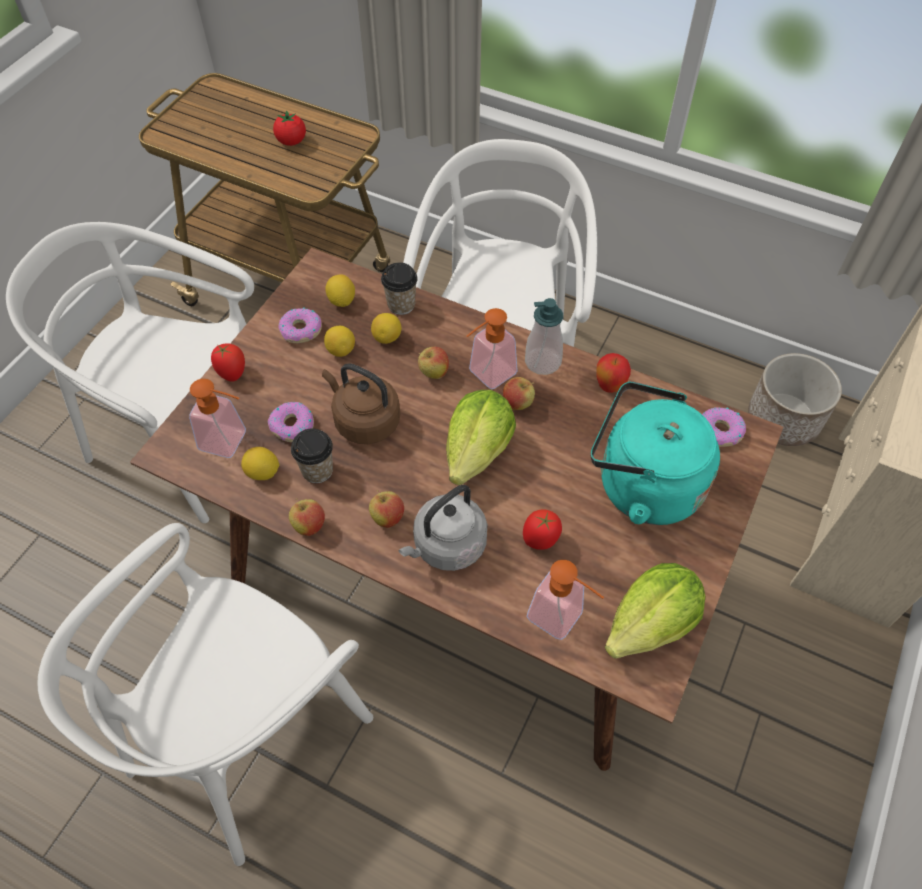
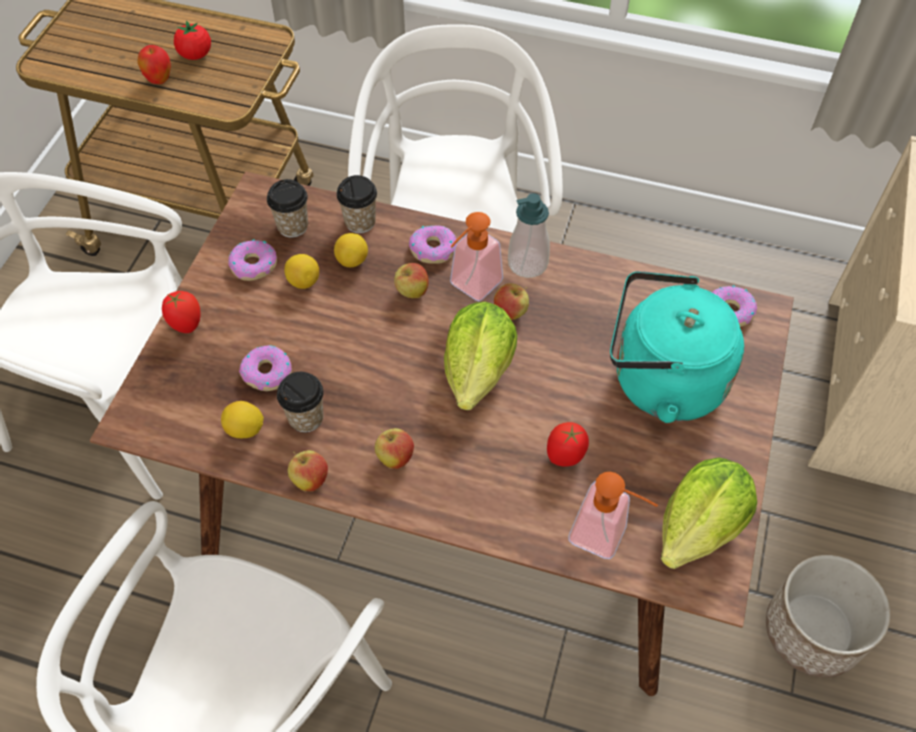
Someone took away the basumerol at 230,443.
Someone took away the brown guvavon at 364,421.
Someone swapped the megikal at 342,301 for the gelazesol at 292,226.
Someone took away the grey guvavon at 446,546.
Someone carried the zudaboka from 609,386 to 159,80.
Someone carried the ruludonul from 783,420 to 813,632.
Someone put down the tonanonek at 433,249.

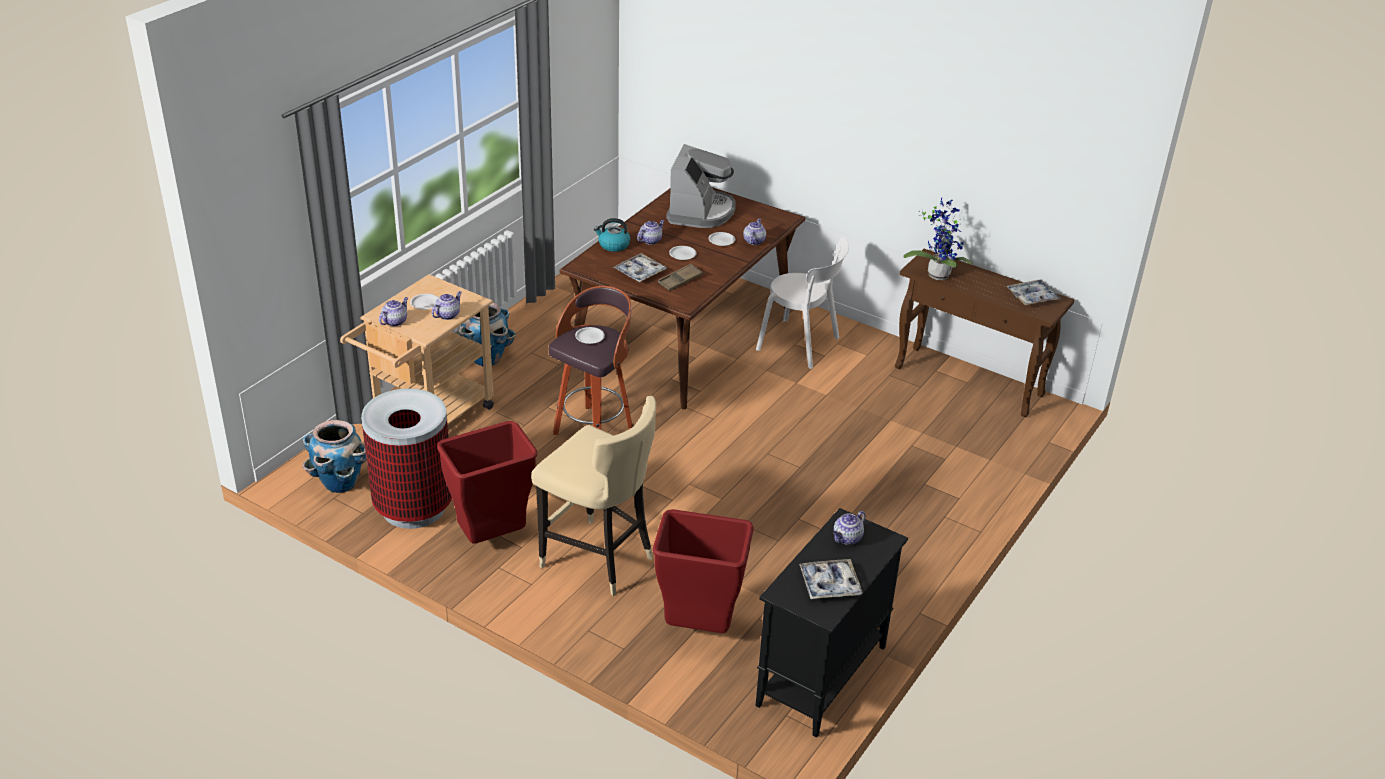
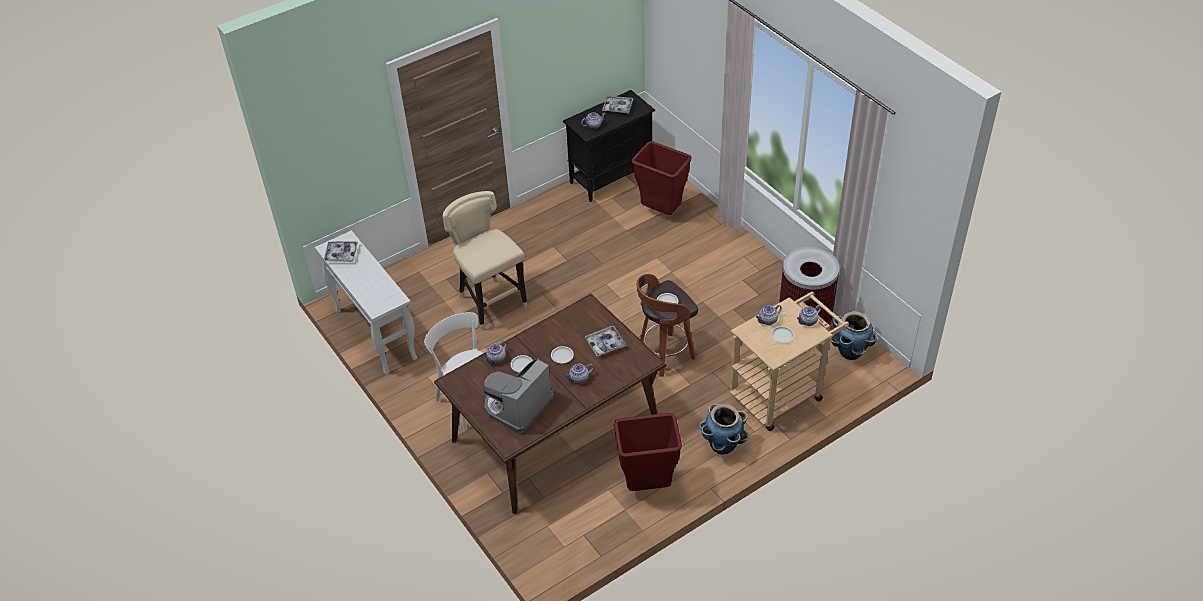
Someone carried the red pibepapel from 493,538 to 647,486.
Someone carried the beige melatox from 598,560 to 491,303.
Someone took away the guvavon at 613,245.
Someone took away the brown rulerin at 680,280.
Someone repainted the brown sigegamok at 970,381, which became the white sigegamok at 375,334.
Someone took away the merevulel at 938,273.

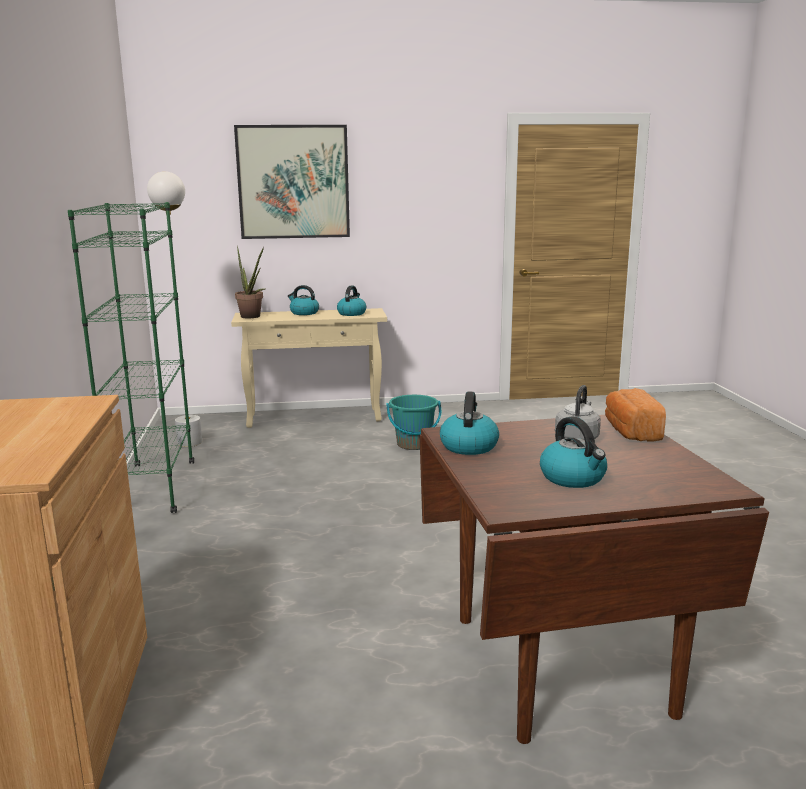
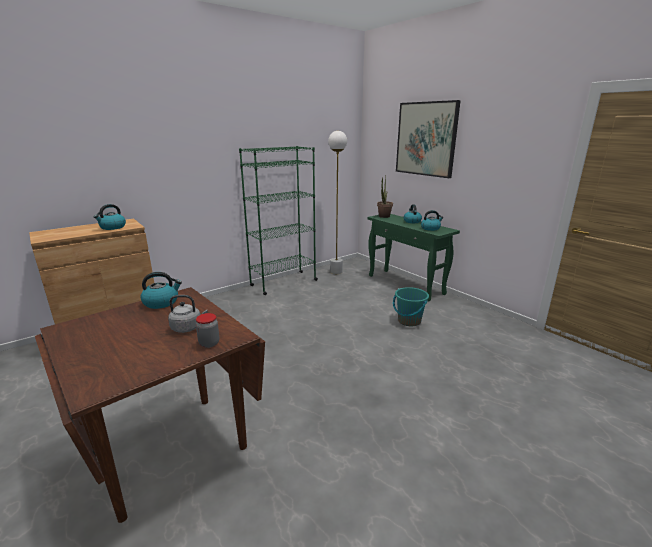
Someone repainted the beige sigegamok at 315,417, which became the green sigegamok at 406,285.
Someone carried the guvavon from 573,478 to 112,227.
Someone swapped the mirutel at 630,432 for the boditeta at 209,343.

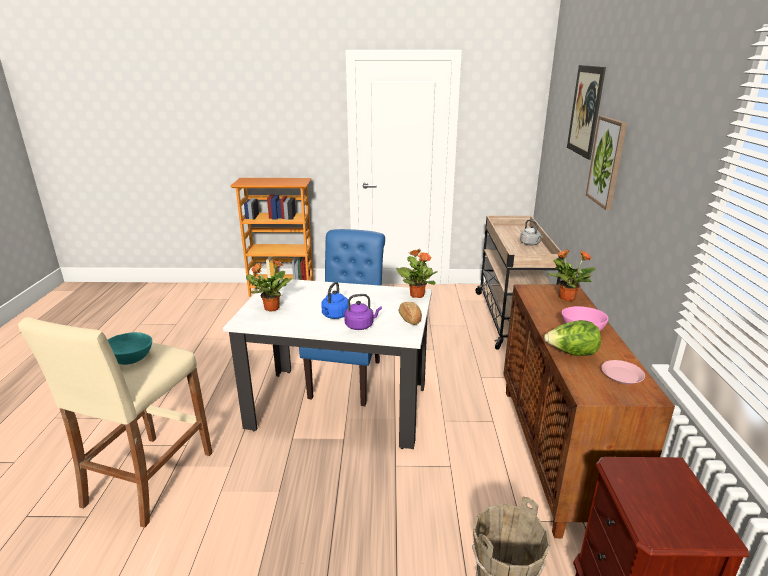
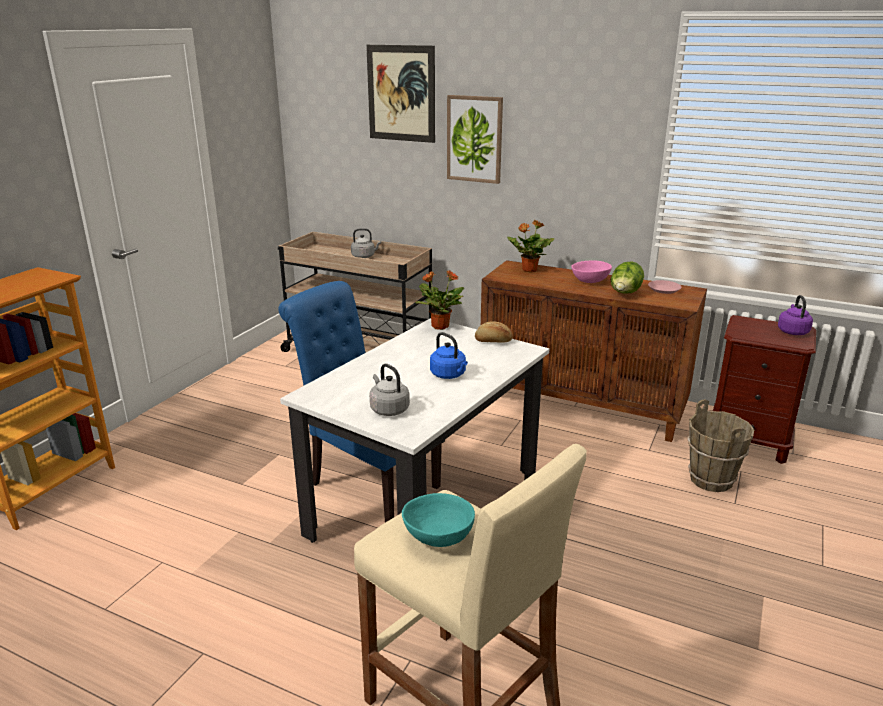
Someone swapped the merevulel at 271,308 for the grey guvavon at 388,409.
Someone carried the purple guvavon from 361,325 to 792,331.

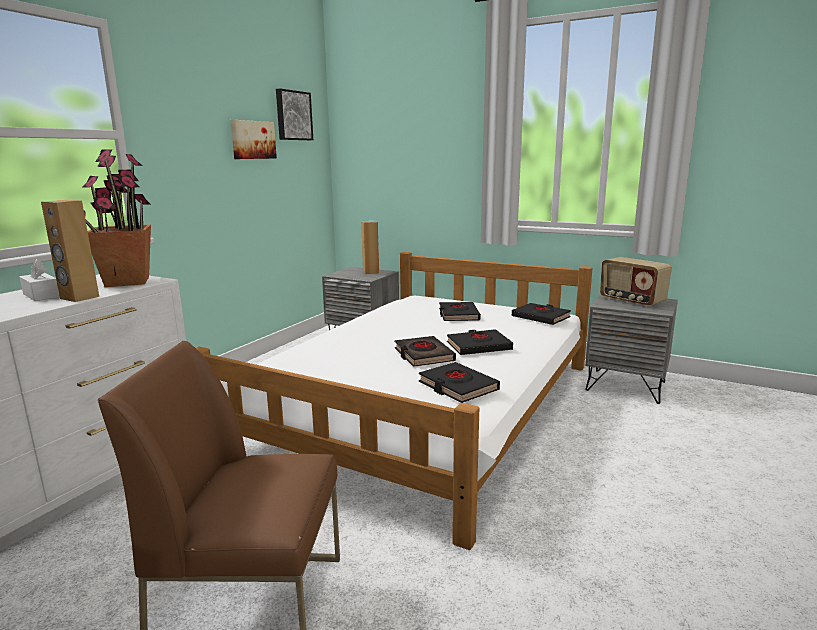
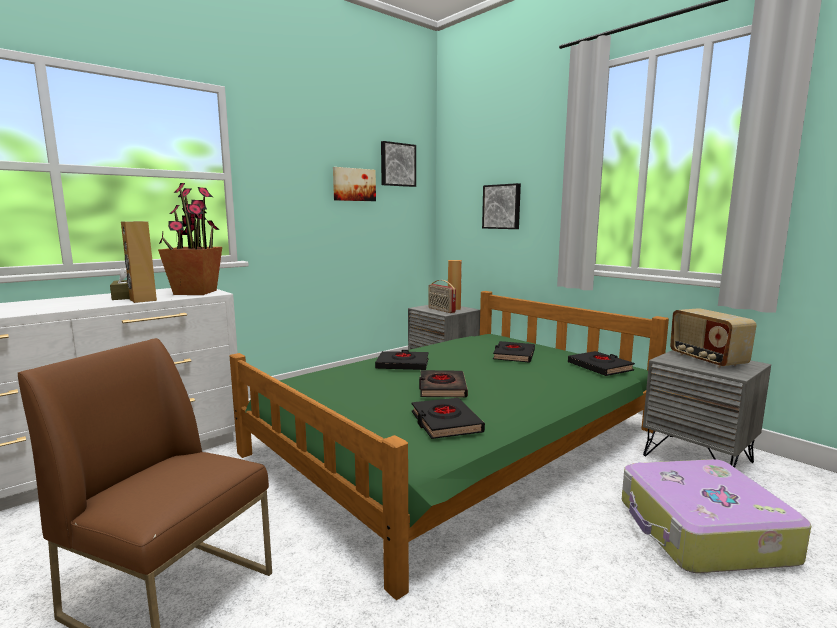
Someone repainted the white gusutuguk at 41,295, which became the brown gusutuguk at 124,297.
Someone repainted the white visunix at 425,406, which became the green visunix at 457,442.
Someone carried the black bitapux from 478,346 to 403,364.
Someone put down the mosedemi at 441,310.
Someone put up the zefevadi at 502,206.
Someone put down the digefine at 702,532.

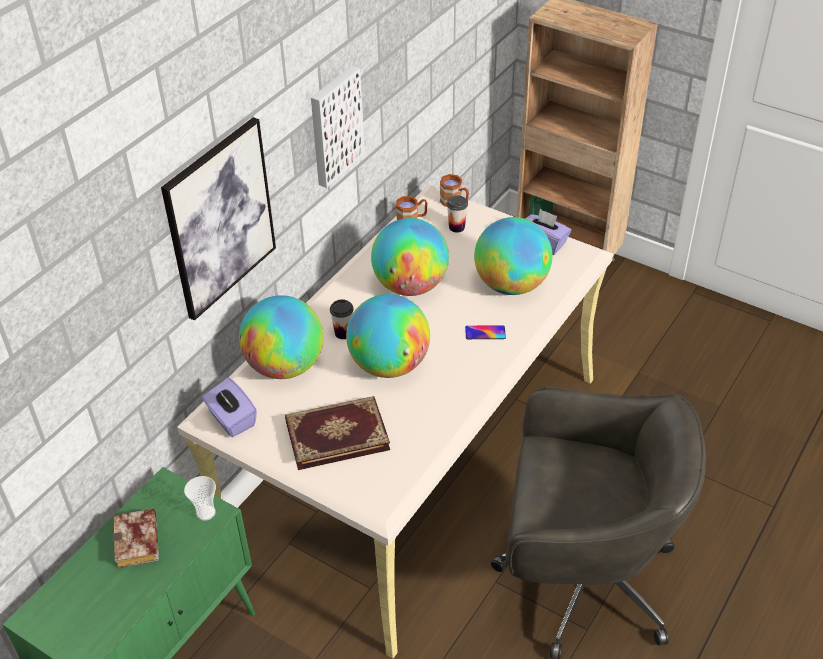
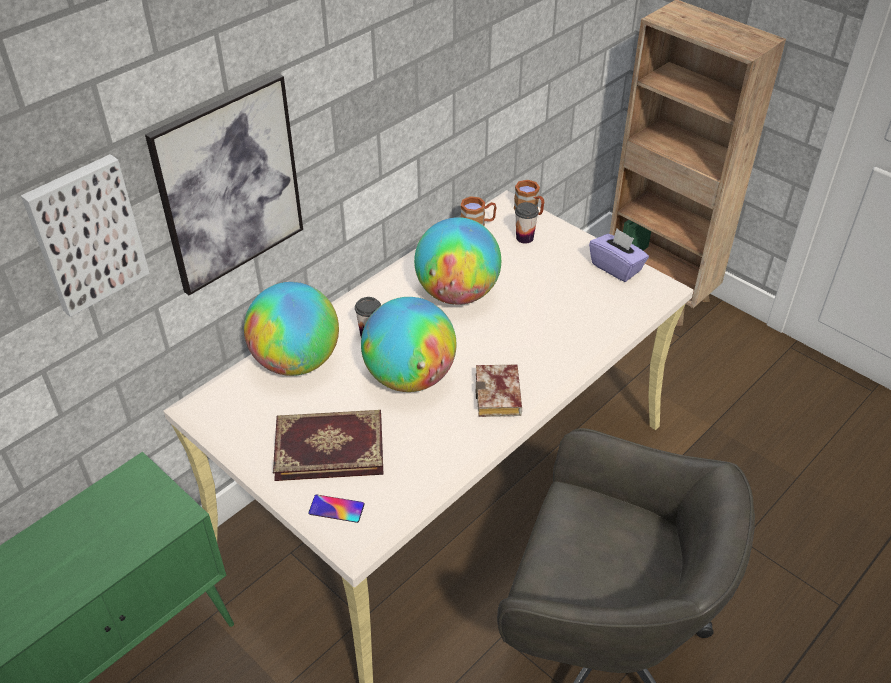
Someone carried the bitapux from 139,543 to 500,397.
Someone took away the gelazesol at 206,513.
Someone took away the purple gusutuguk at 231,419.
Someone carried the zefevadi from 334,125 to 85,234.
Someone carried the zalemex from 485,333 to 336,509.
Someone took away the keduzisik at 511,285.

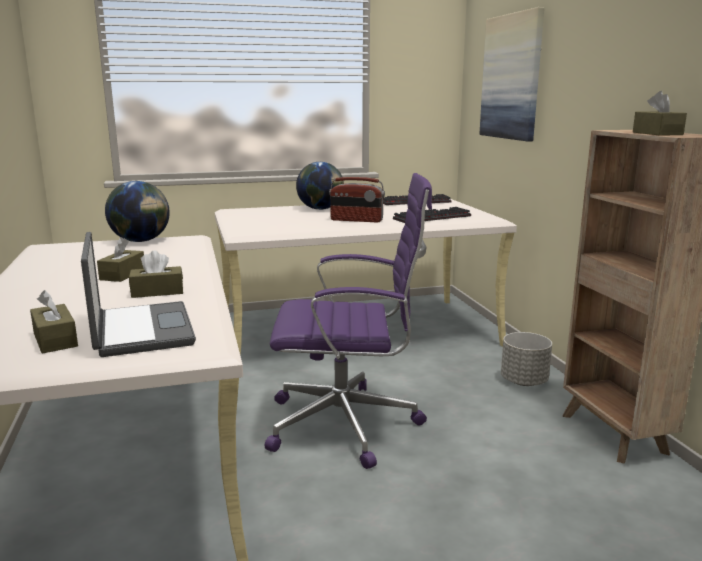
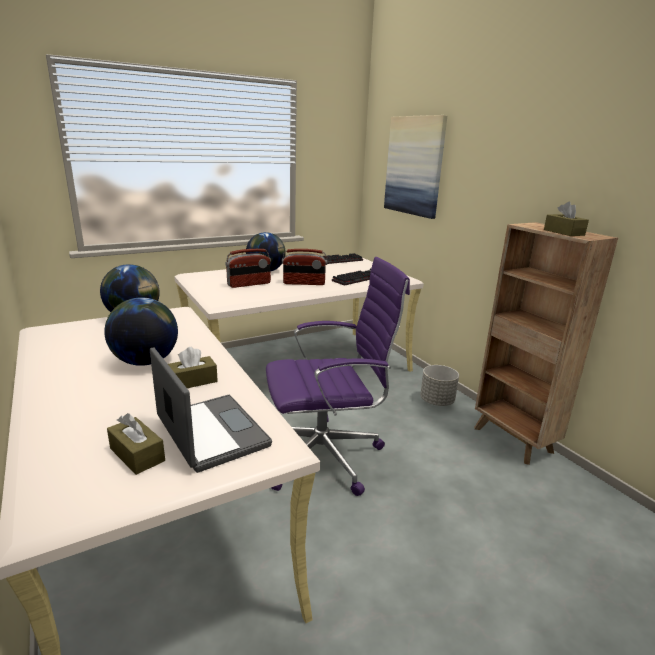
Someone swapped the brown gusutuguk at 123,274 for the keduzisik at 145,361.
Someone put down the mosedemi at 249,284.

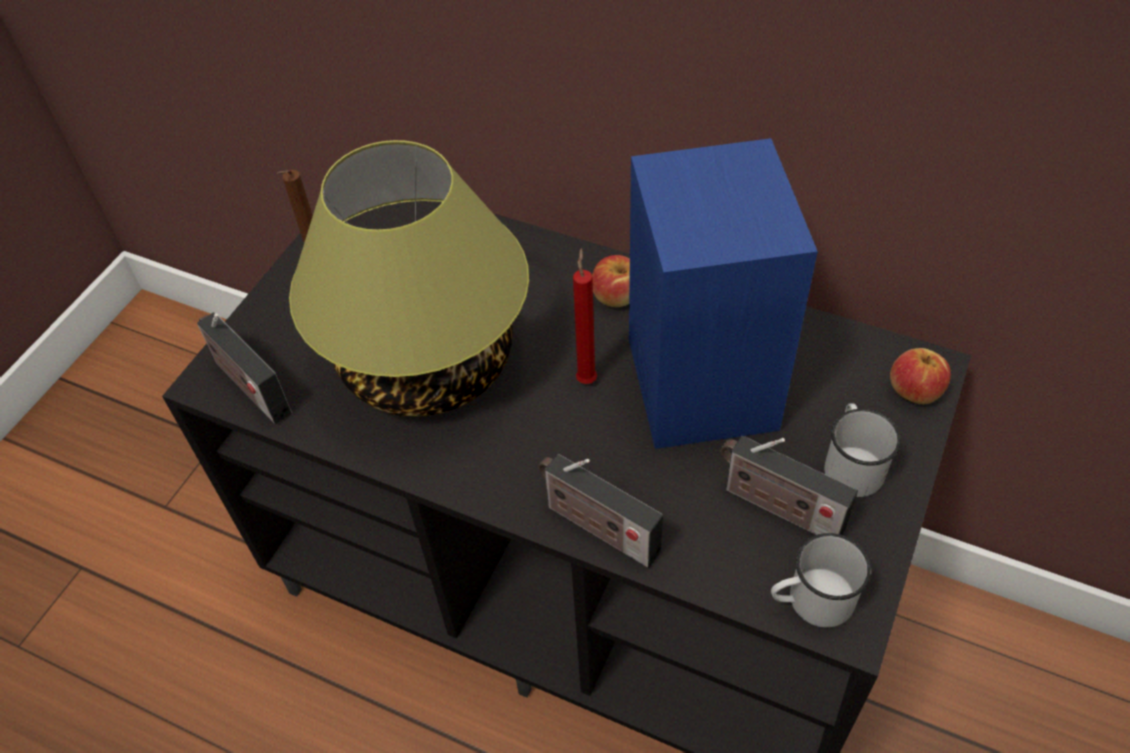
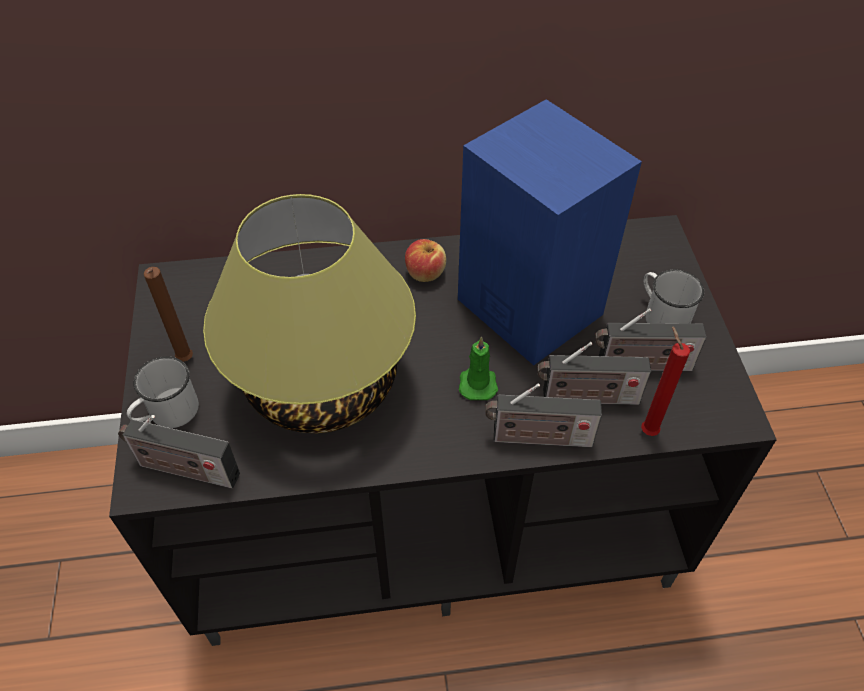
Someone carried the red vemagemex from 586,378 to 647,429.
Someone carried the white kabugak from 811,601 to 167,413.
Someone took away the zudaboka at 914,390.
Someone put down the green vemagemex at 477,383.
Someone put down the mosedemi at 585,398.

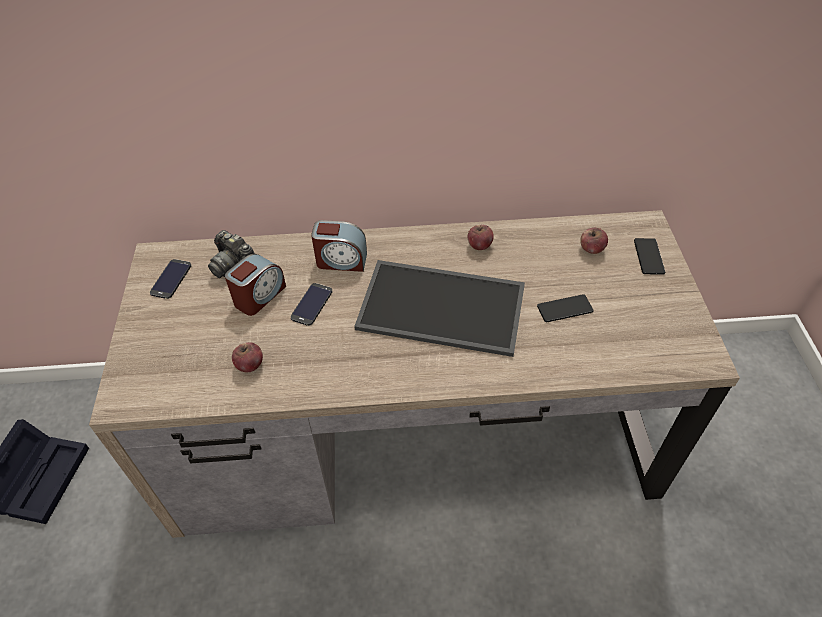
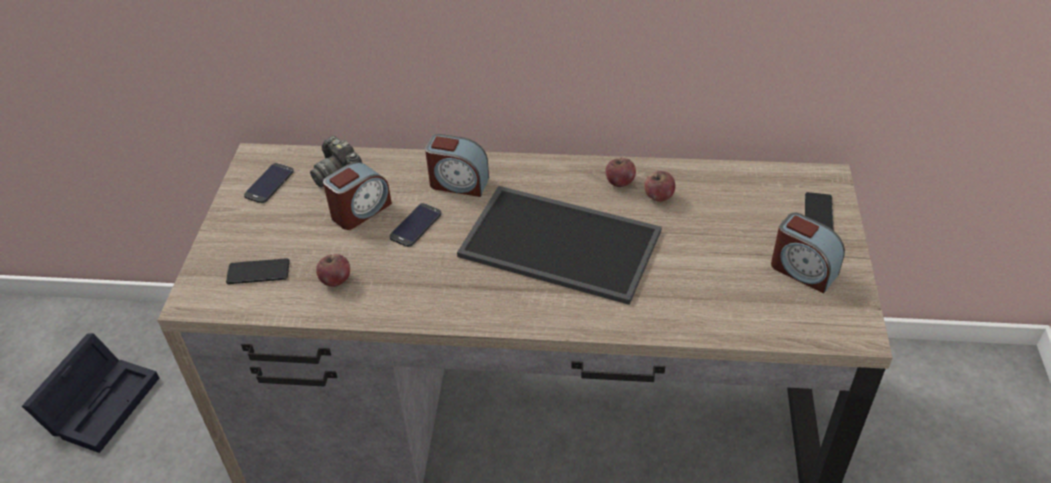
Someone carried the zalemex from 564,309 to 258,272.
Someone carried the zudaboka from 591,249 to 658,196.
Someone put down the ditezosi at 803,270.

